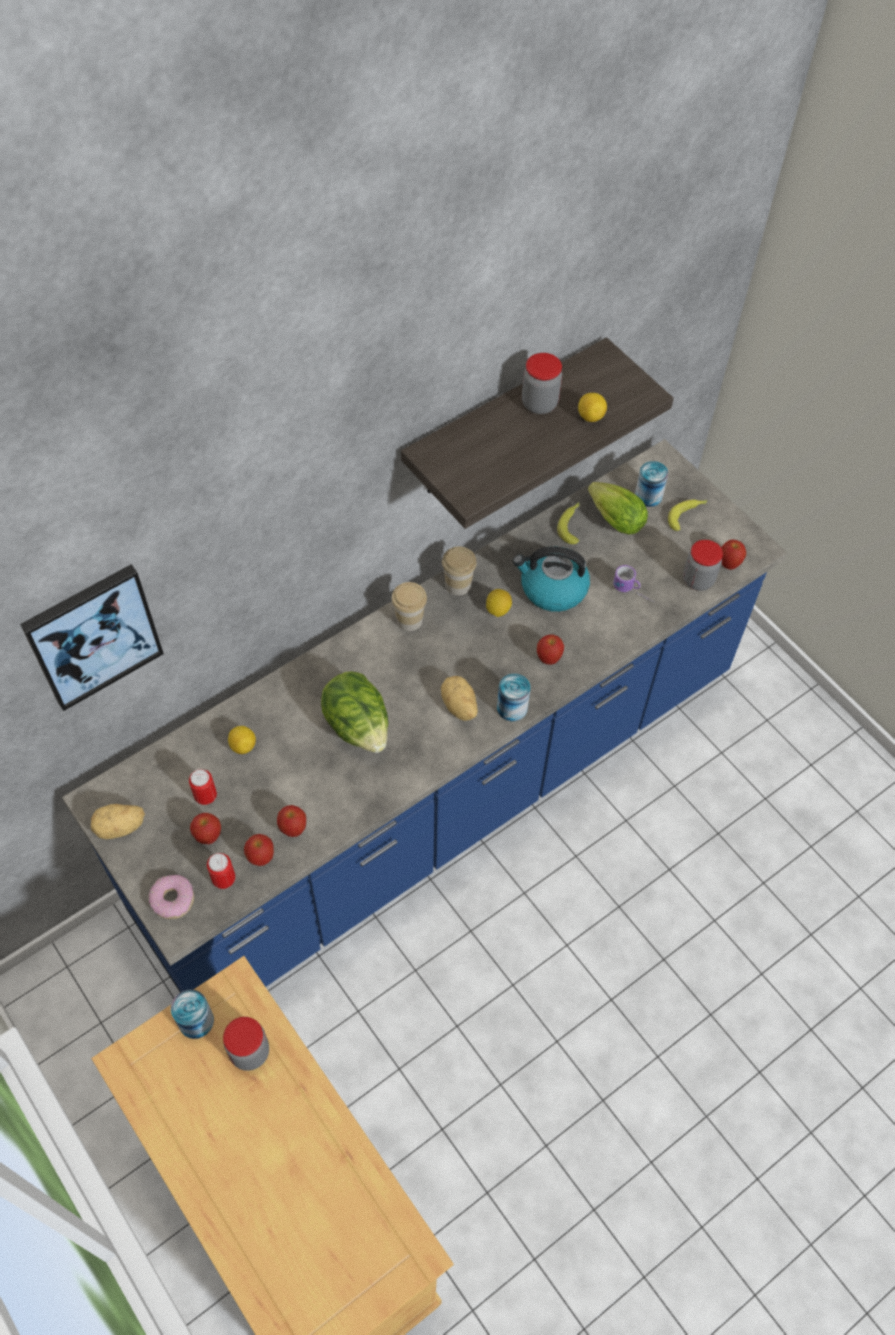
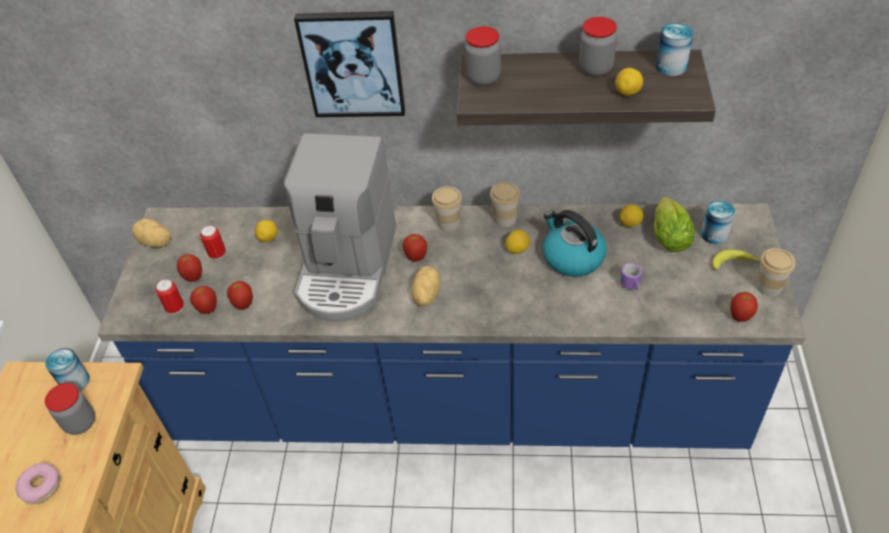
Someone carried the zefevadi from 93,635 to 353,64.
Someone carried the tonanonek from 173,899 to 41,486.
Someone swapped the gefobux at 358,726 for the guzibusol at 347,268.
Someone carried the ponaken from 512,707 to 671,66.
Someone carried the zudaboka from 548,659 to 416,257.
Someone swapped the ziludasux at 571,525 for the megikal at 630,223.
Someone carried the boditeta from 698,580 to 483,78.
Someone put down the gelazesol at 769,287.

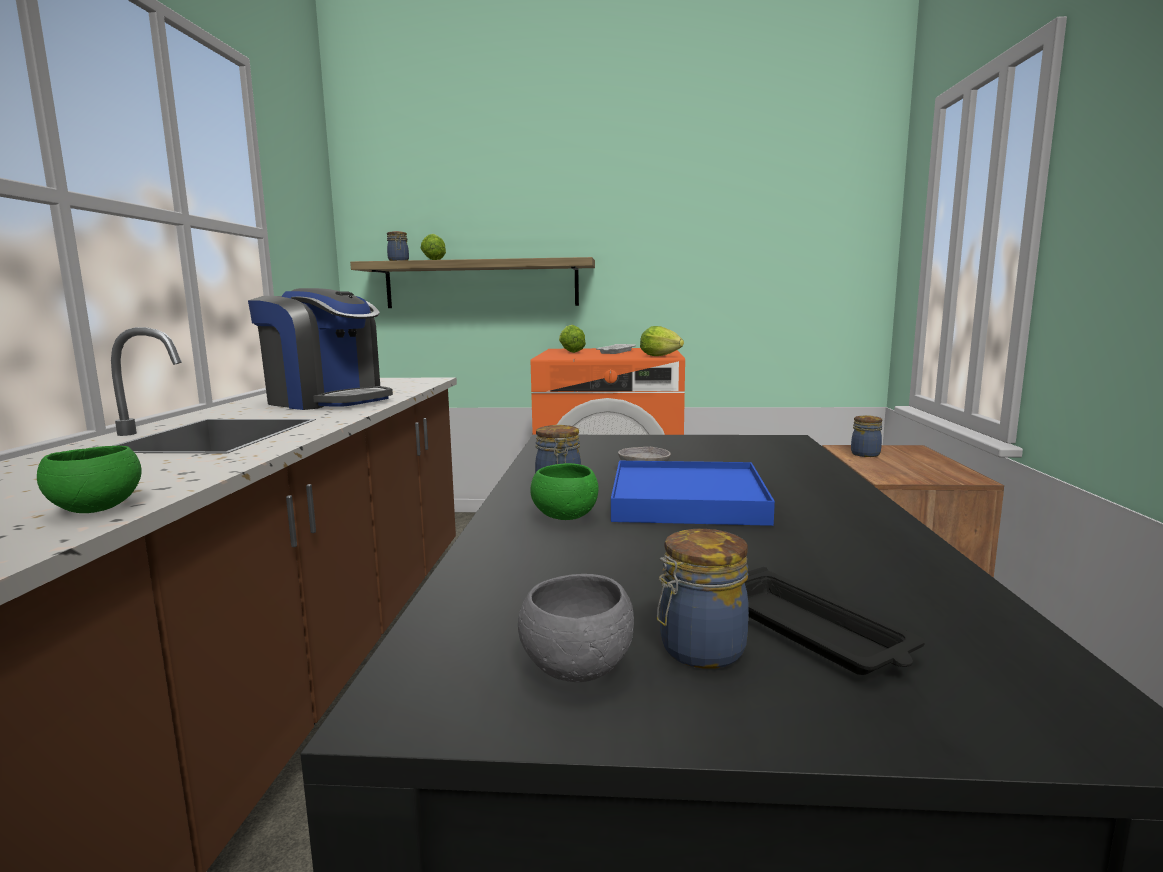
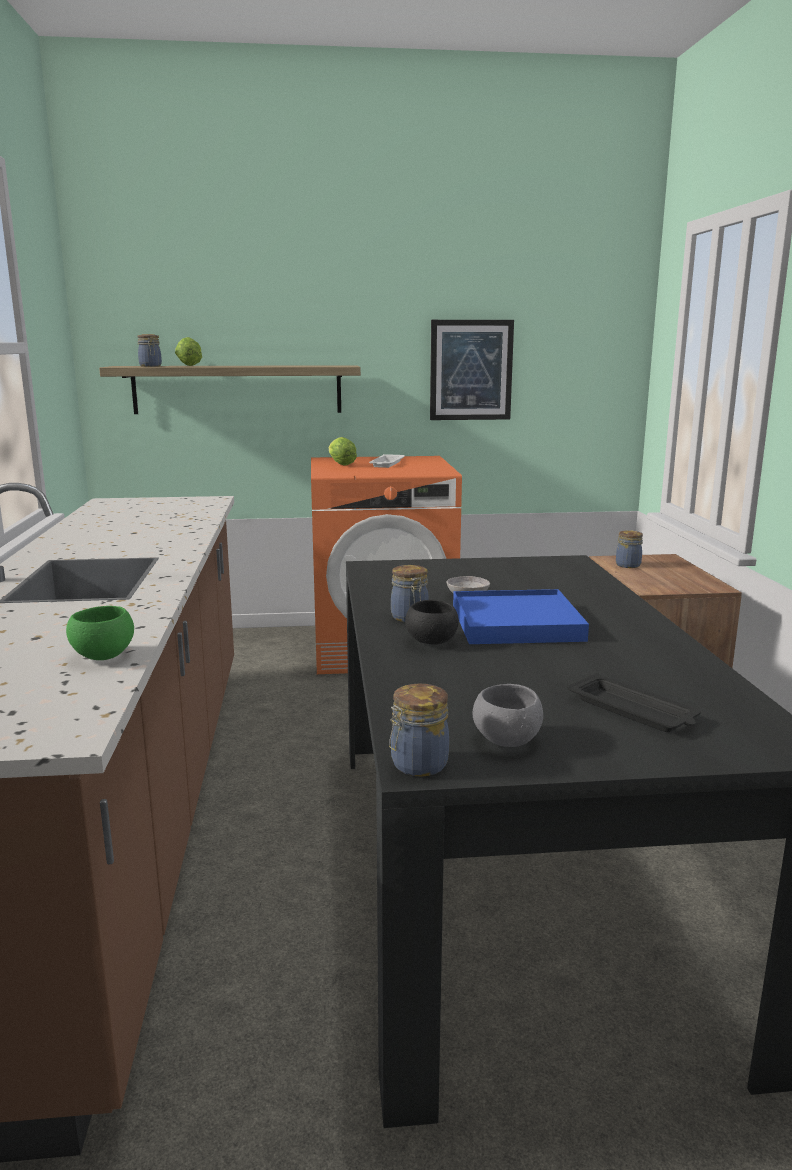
Someone took away the guzibusol at 327,401.
Someone repainted the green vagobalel at 565,517, which became the black vagobalel at 431,642.
Someone took away the gefobux at 662,356.
Someone carried the boditeta from 699,650 to 417,765.
Someone put up the zefevadi at 470,370.

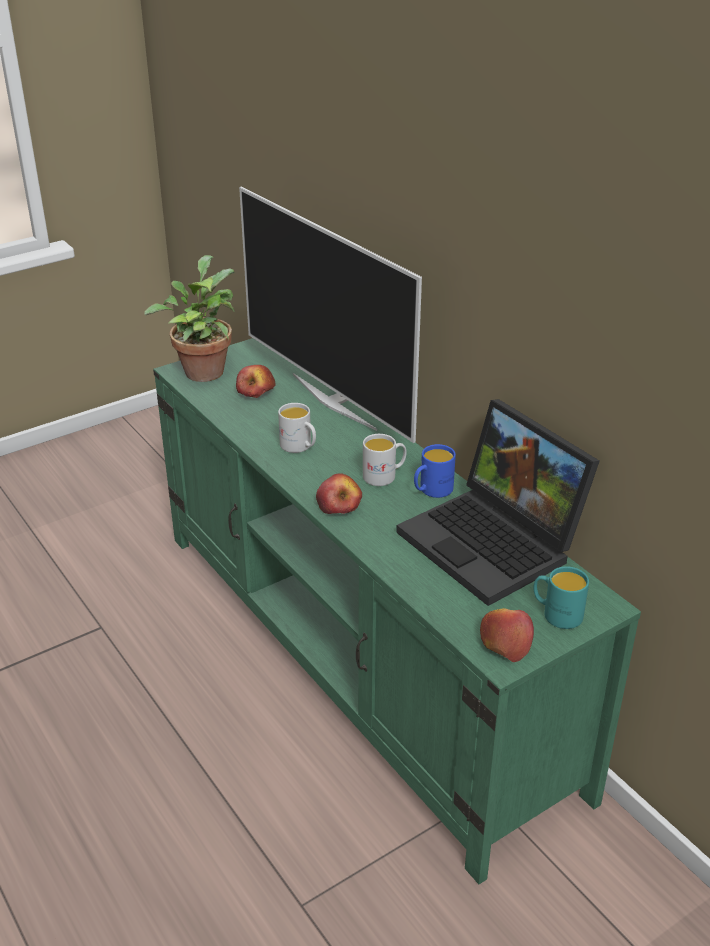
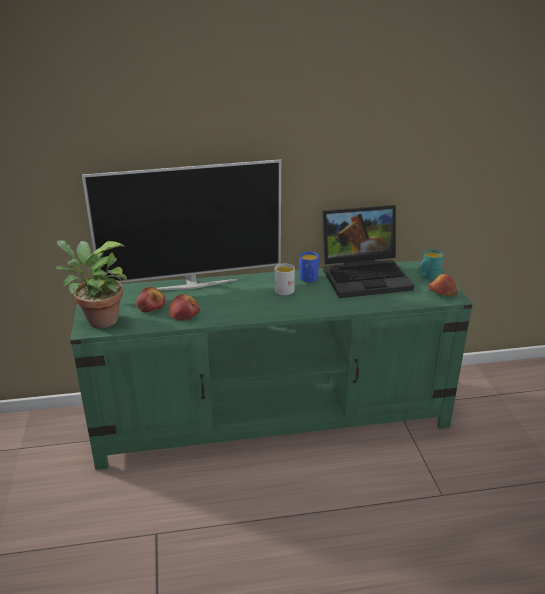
Someone took away the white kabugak at 299,447.
Someone carried the zudaboka from 339,505 to 184,314.

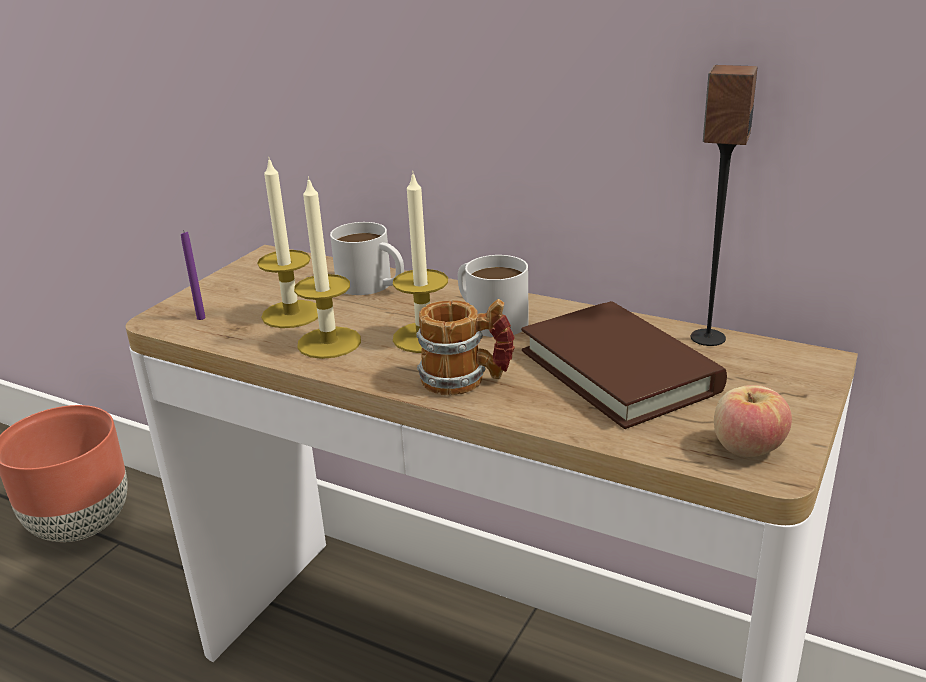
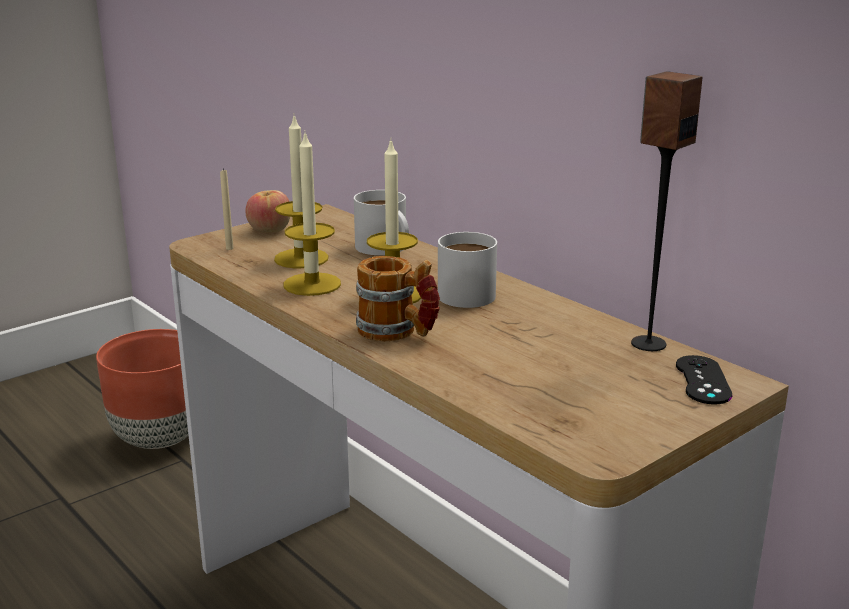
Someone repainted the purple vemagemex at 201,318, which became the beige vemagemex at 229,248.
Someone took away the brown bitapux at 618,371.
Someone carried the zudaboka from 747,448 to 269,230.
Someone put down the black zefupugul at 702,380.

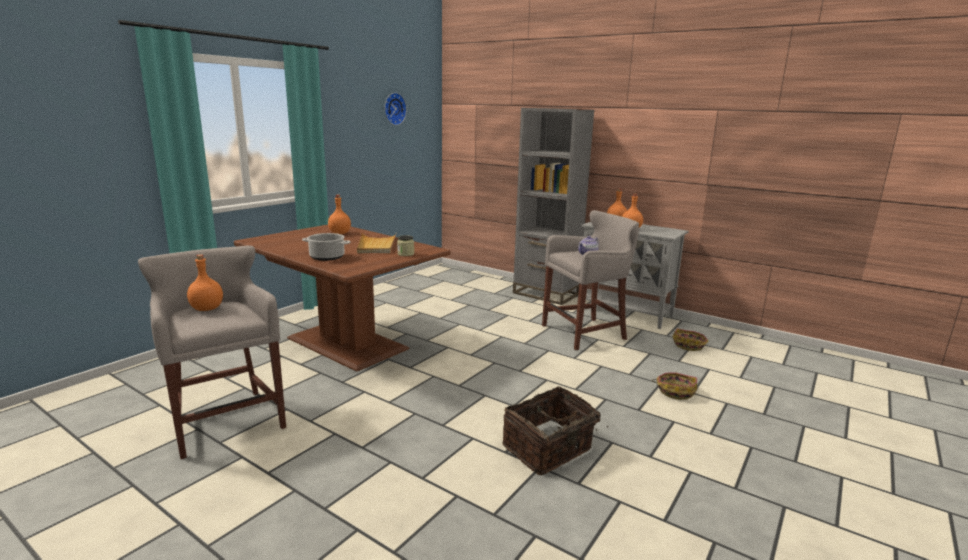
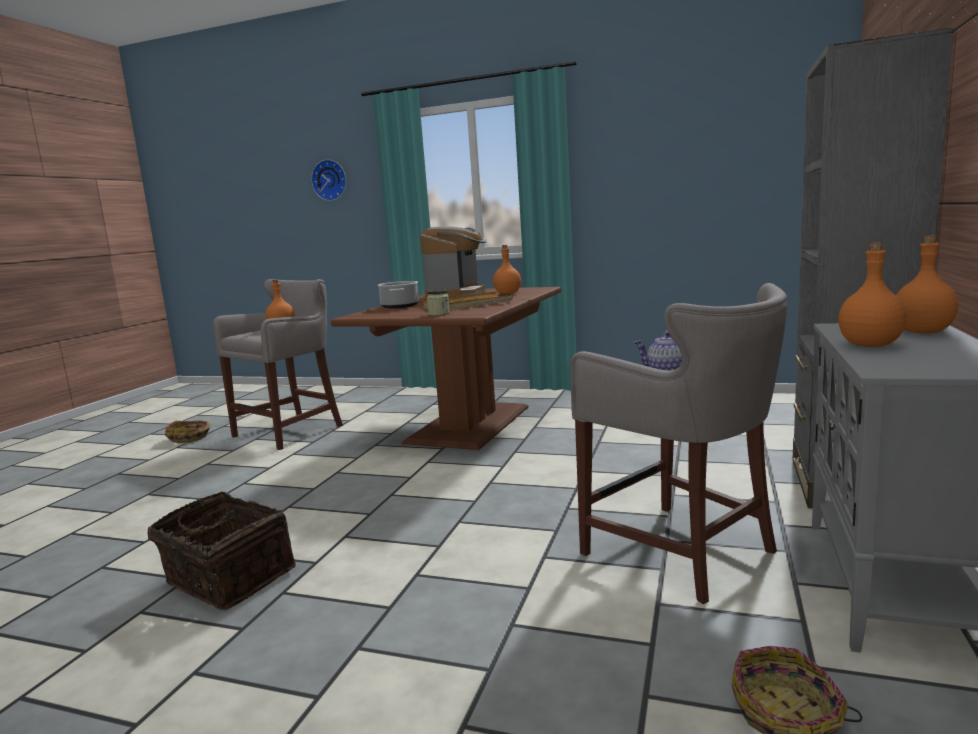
Someone carried the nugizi from 393,109 to 330,180.
Someone carried the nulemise from 675,391 to 190,437.
Someone put down the guzibusol at 456,294.

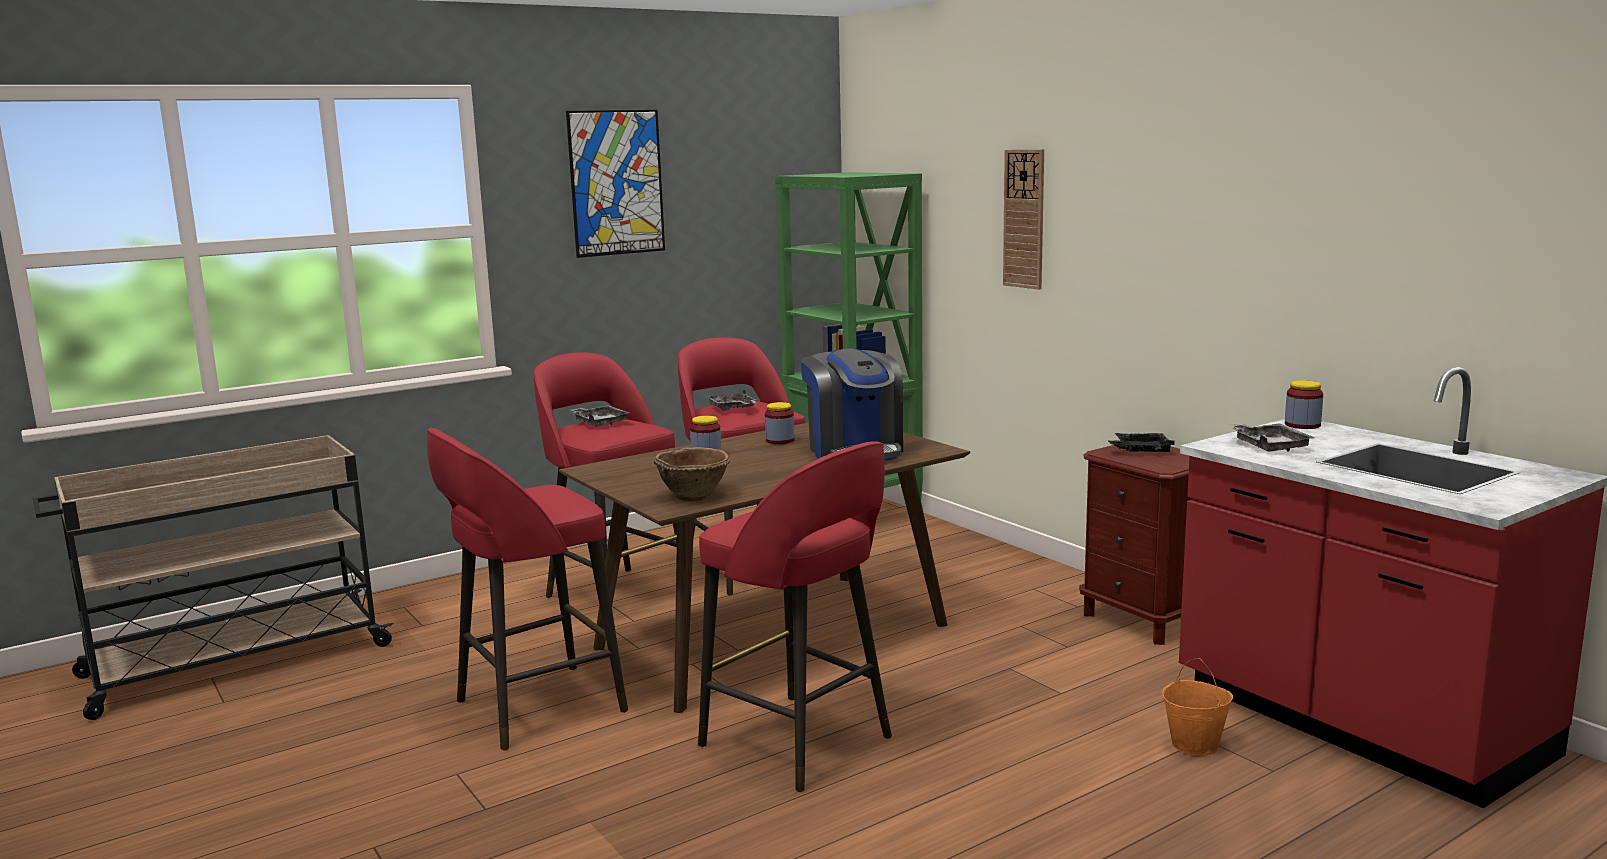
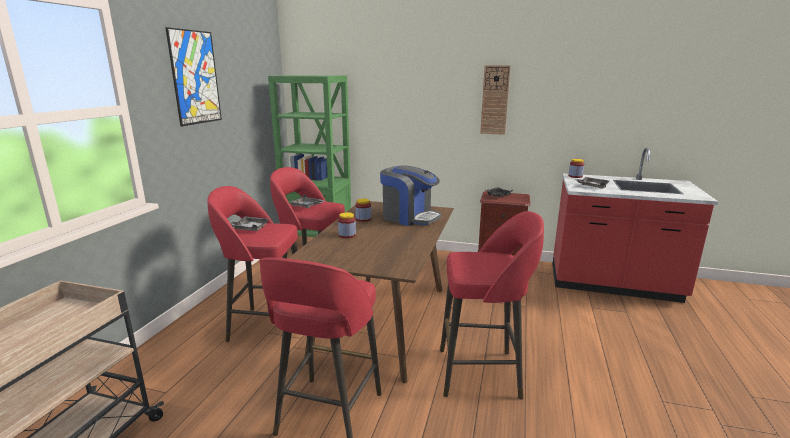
Someone took away the brown vagobalel at 694,496.
Someone carried the nugizi from 1024,219 to 495,100.
Someone took away the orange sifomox at 1195,745.

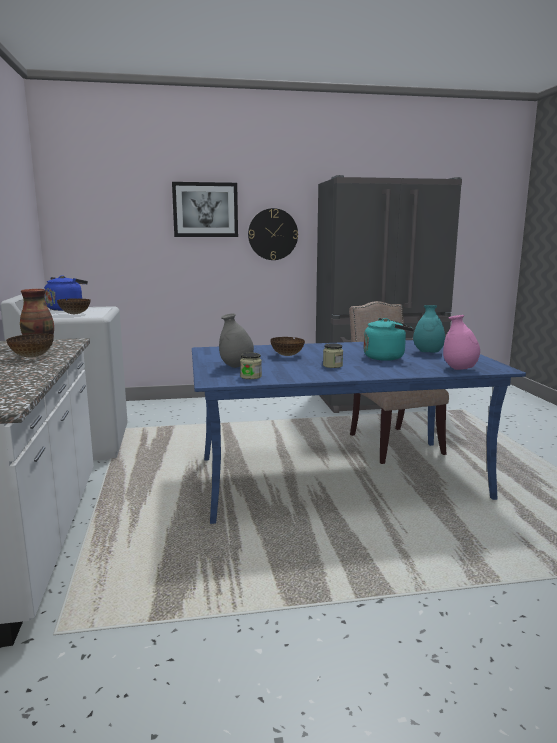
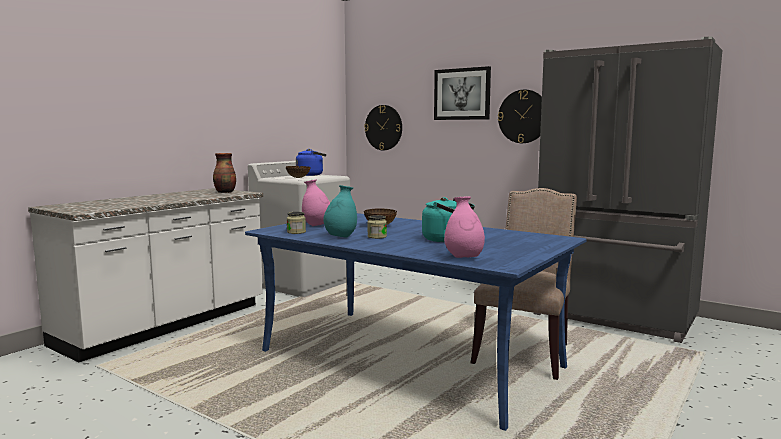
Someone took away the vagobalel at 31,357.
Someone repainted the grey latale at 236,366, which became the pink latale at 317,226.
Someone carried the turquoise latale from 428,353 to 340,237.
Someone put up the nugizi at 383,127.

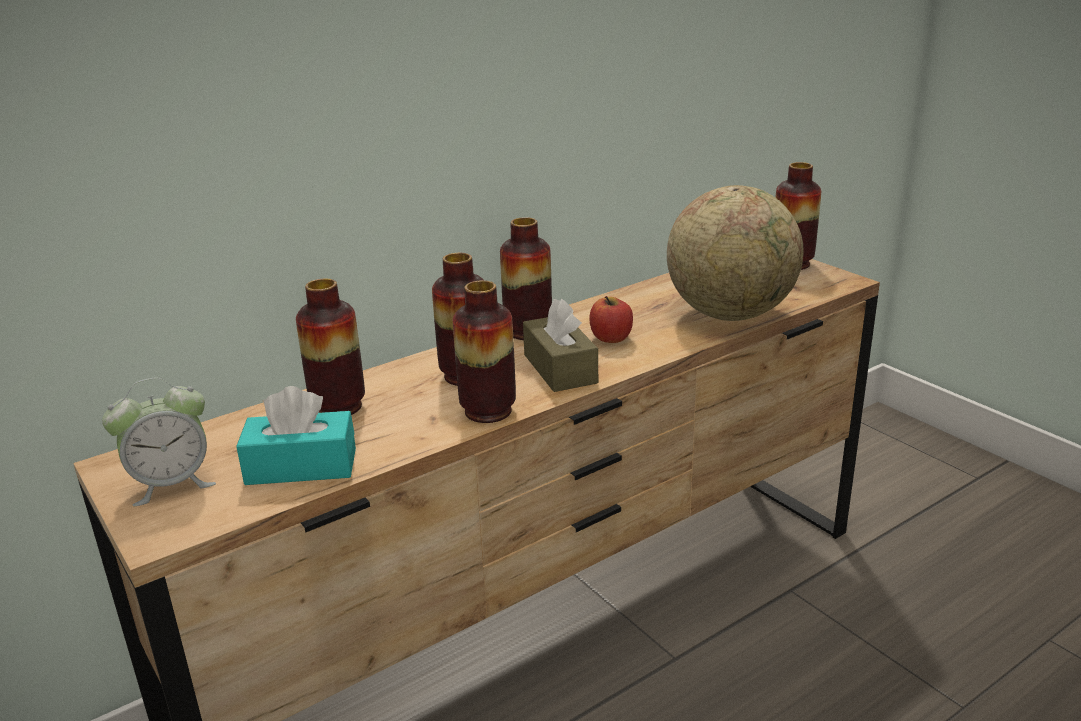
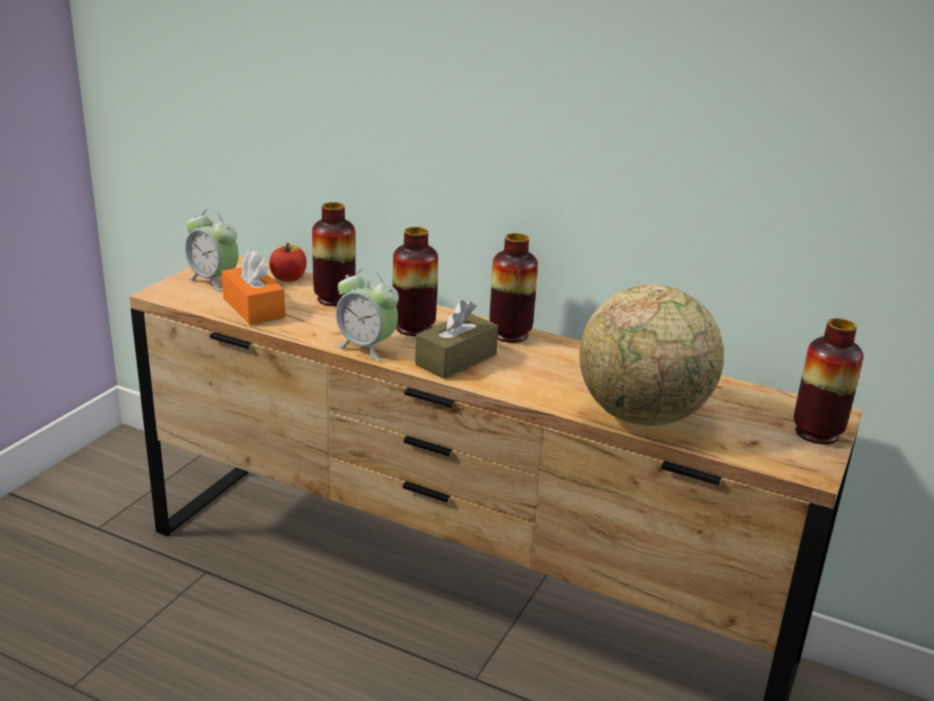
Someone repainted the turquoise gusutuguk at 301,466, which became the orange gusutuguk at 253,308.
Someone swapped the latale at 488,411 for the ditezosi at 366,347.
Someone carried the zudaboka from 611,338 to 288,278.

